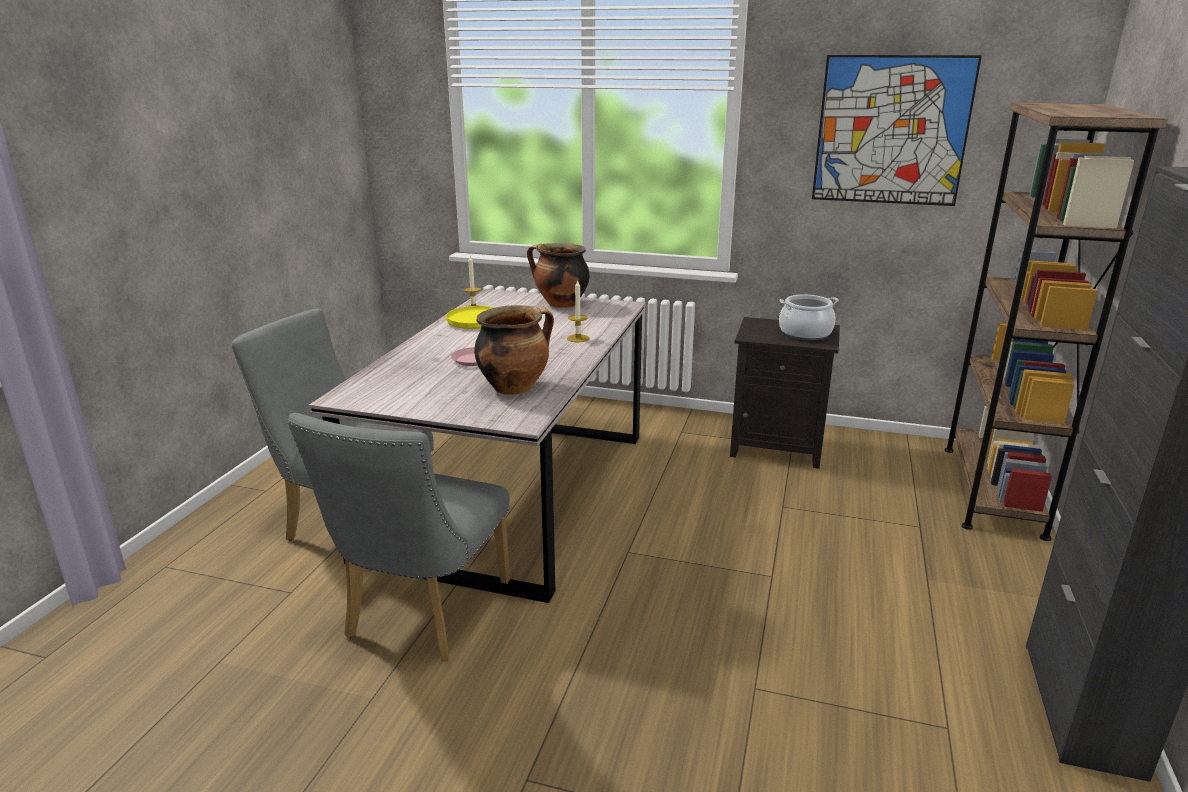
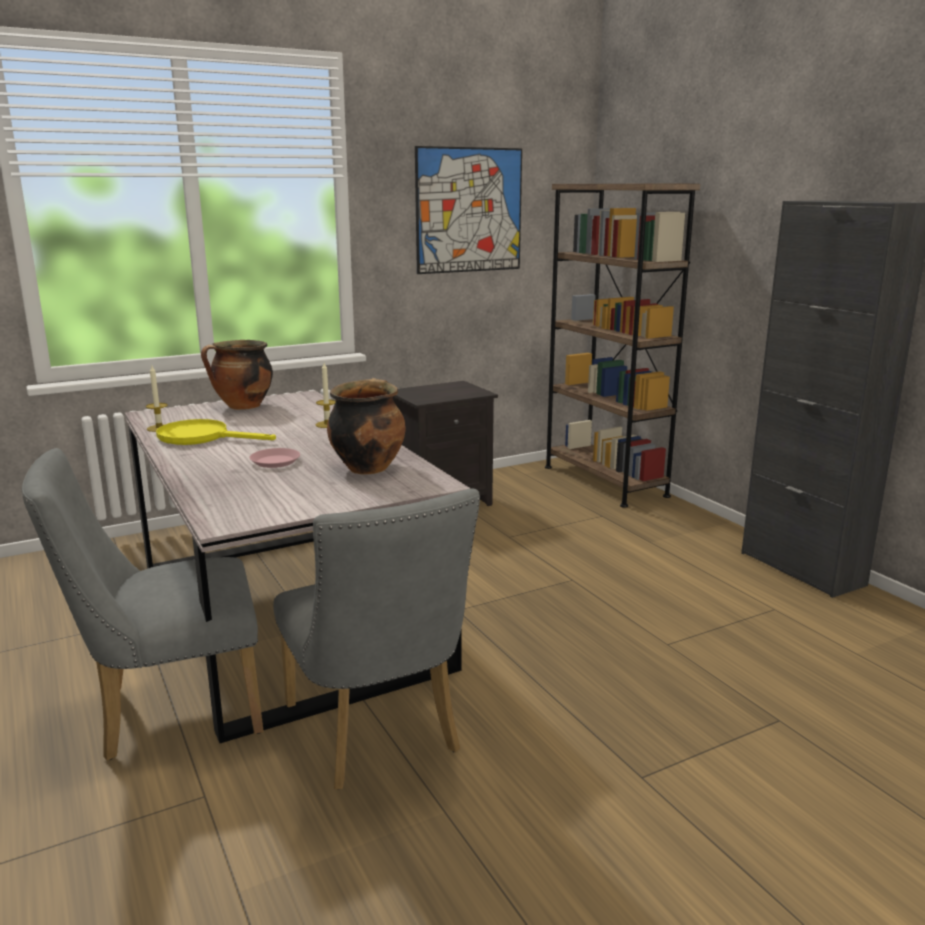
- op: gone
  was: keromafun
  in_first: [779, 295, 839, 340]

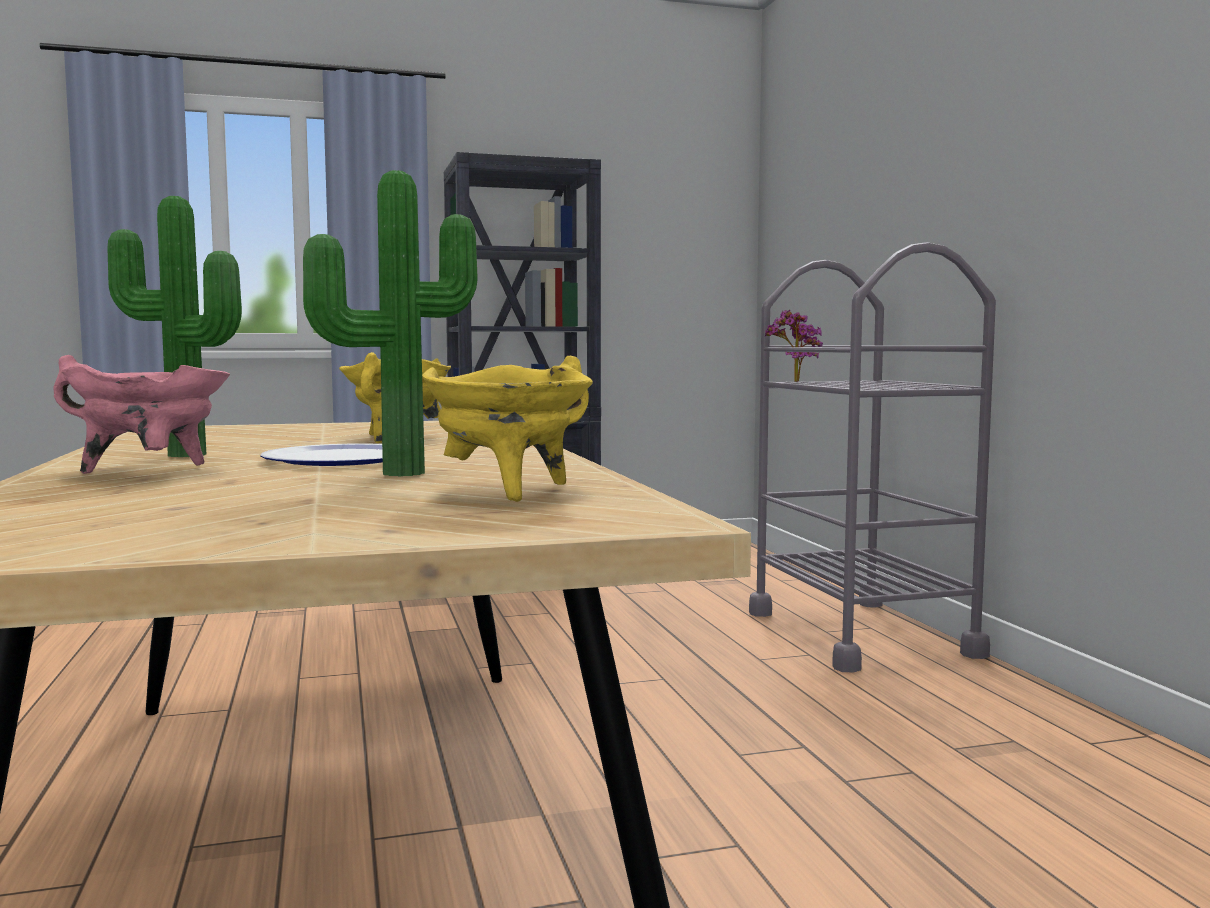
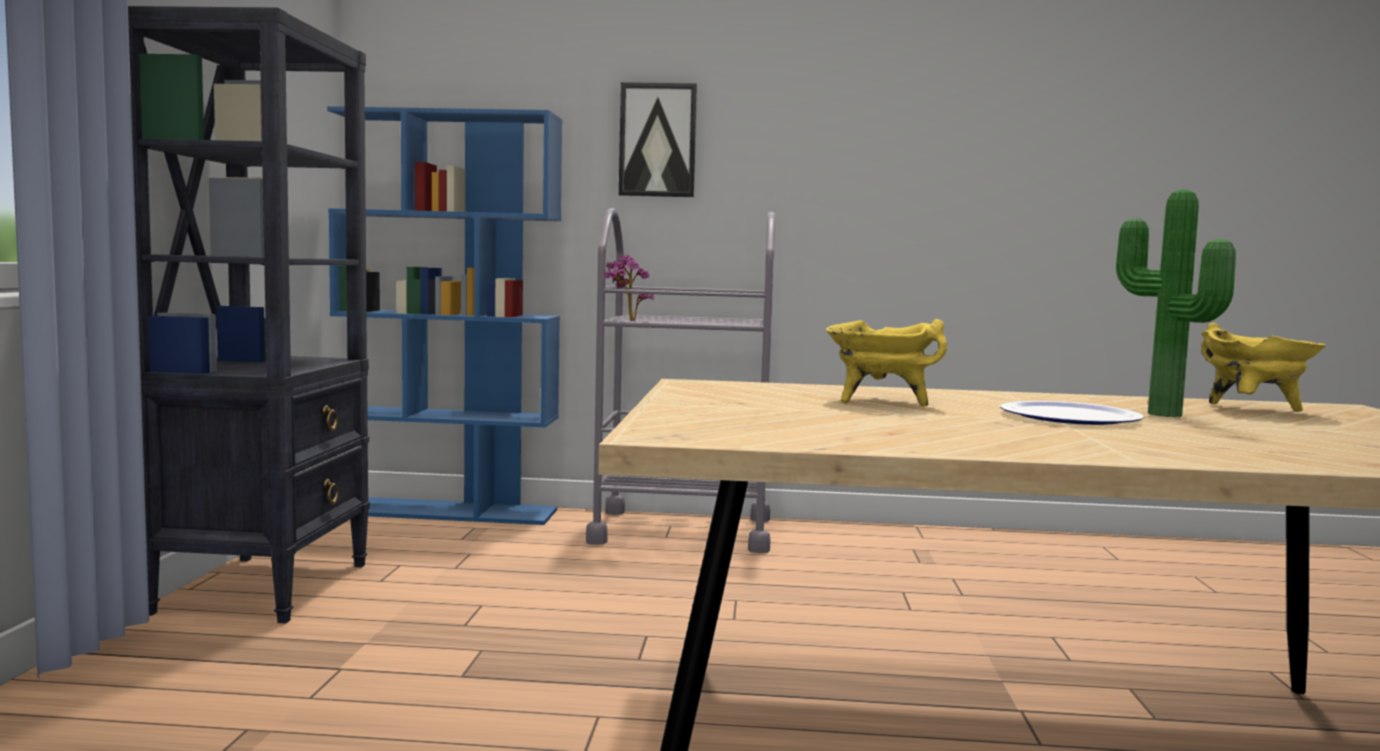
- op: gone
  was: pink_keromafun
  in_first: [54, 355, 230, 474]
- op: gone
  was: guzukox
  in_first: [107, 196, 242, 457]
- op: new
  now: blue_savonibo
  in_second: [327, 106, 562, 525]
- op: new
  now: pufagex
  in_second: [619, 82, 697, 197]

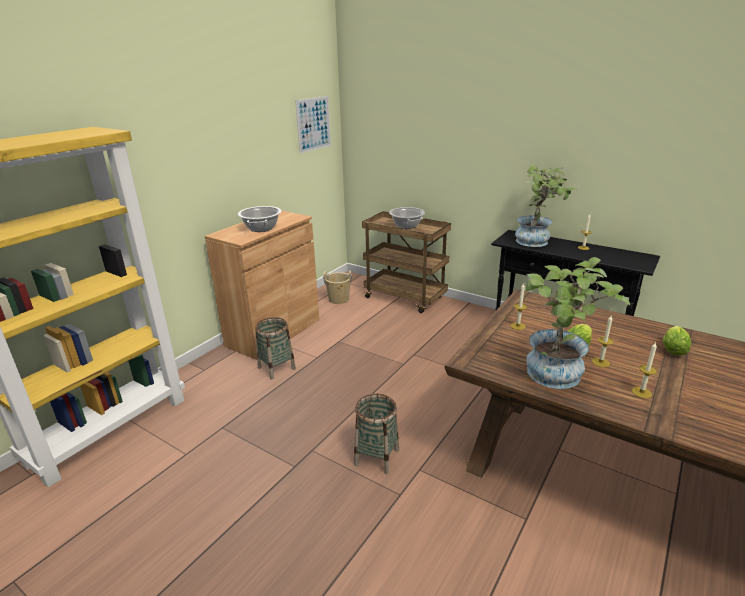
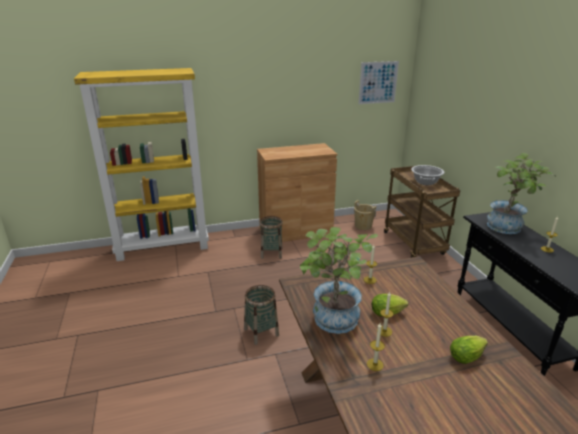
- op: gone
  was: keromafun
  in_first: [238, 206, 281, 232]

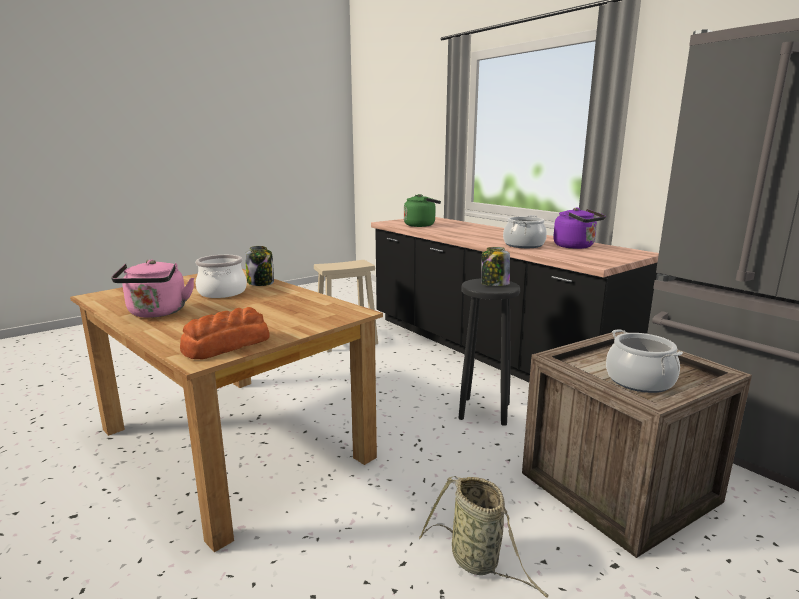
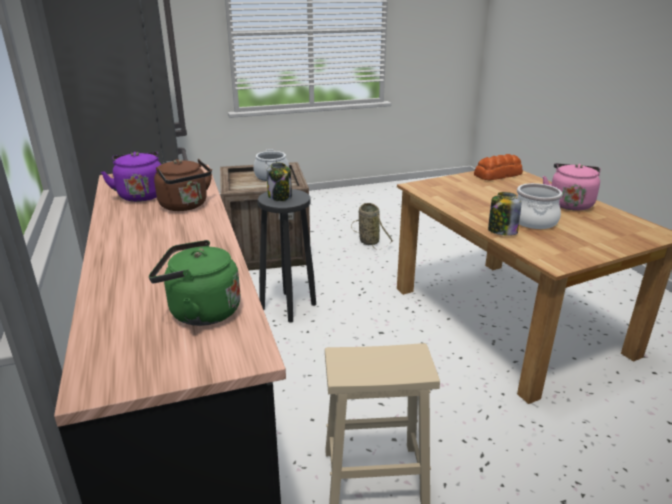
- op: swapped
  was: keromafun
  now: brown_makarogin
  in_first: [503, 215, 547, 248]
  in_second: [154, 159, 212, 211]

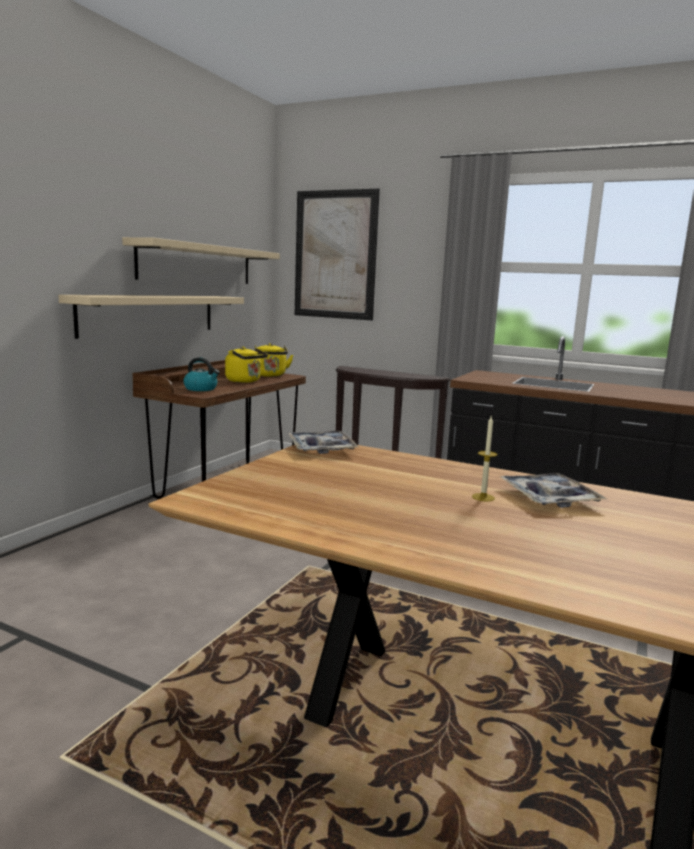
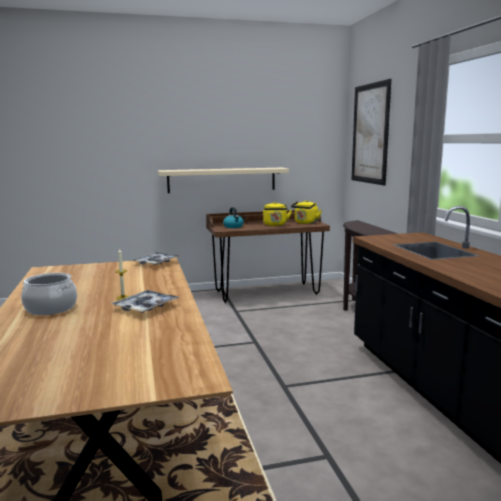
- op: gone
  was: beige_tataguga
  in_first: [122, 237, 280, 284]
- op: new
  now: keromafun
  in_second: [21, 273, 77, 315]

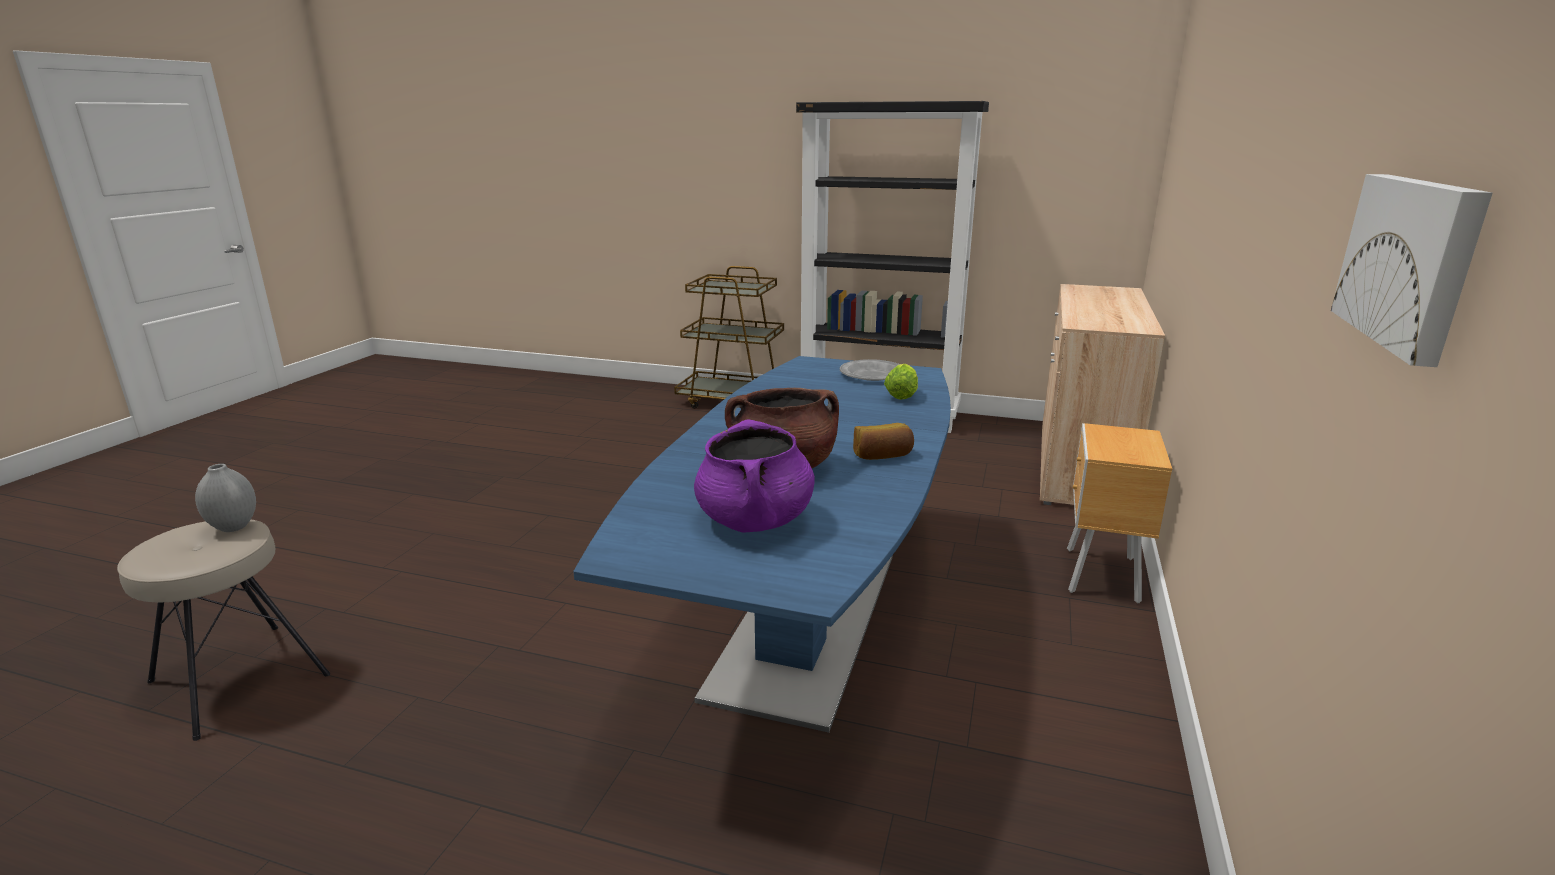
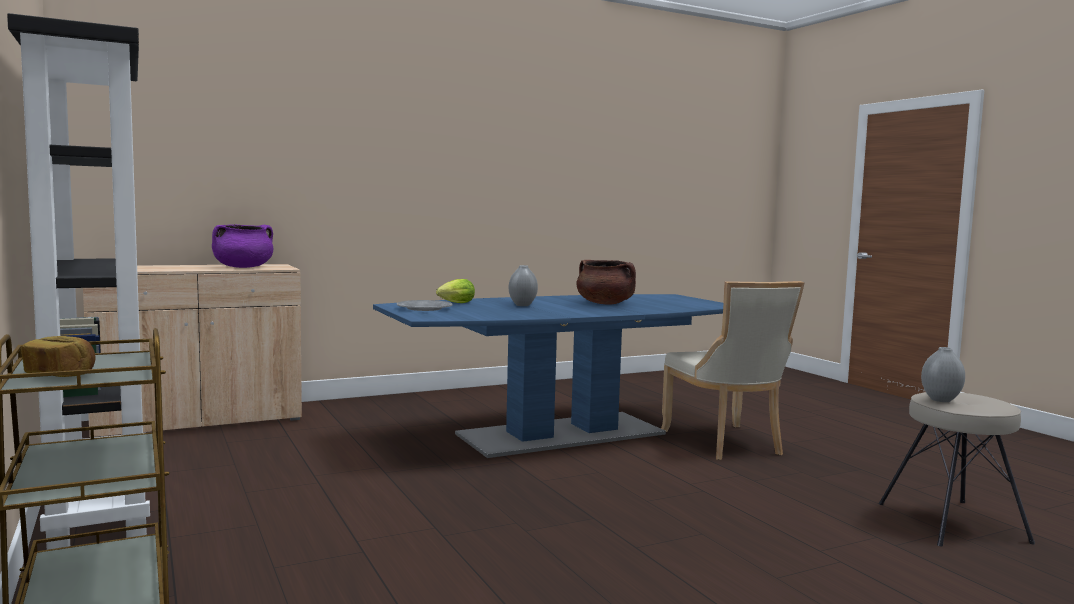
- op: shifted
  was: purple_keromafun
  in_first: [694, 419, 815, 532]
  in_second: [212, 224, 273, 268]
- op: shifted
  was: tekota
  in_first: [853, 423, 914, 460]
  in_second: [21, 336, 95, 377]
- op: gone
  was: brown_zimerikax
  in_first: [1067, 423, 1172, 603]
- op: gone
  was: pufagex
  in_first: [1331, 174, 1493, 367]
- op: new
  now: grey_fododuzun
  in_second: [509, 265, 538, 306]
- op: new
  now: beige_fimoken
  in_second: [661, 281, 804, 460]

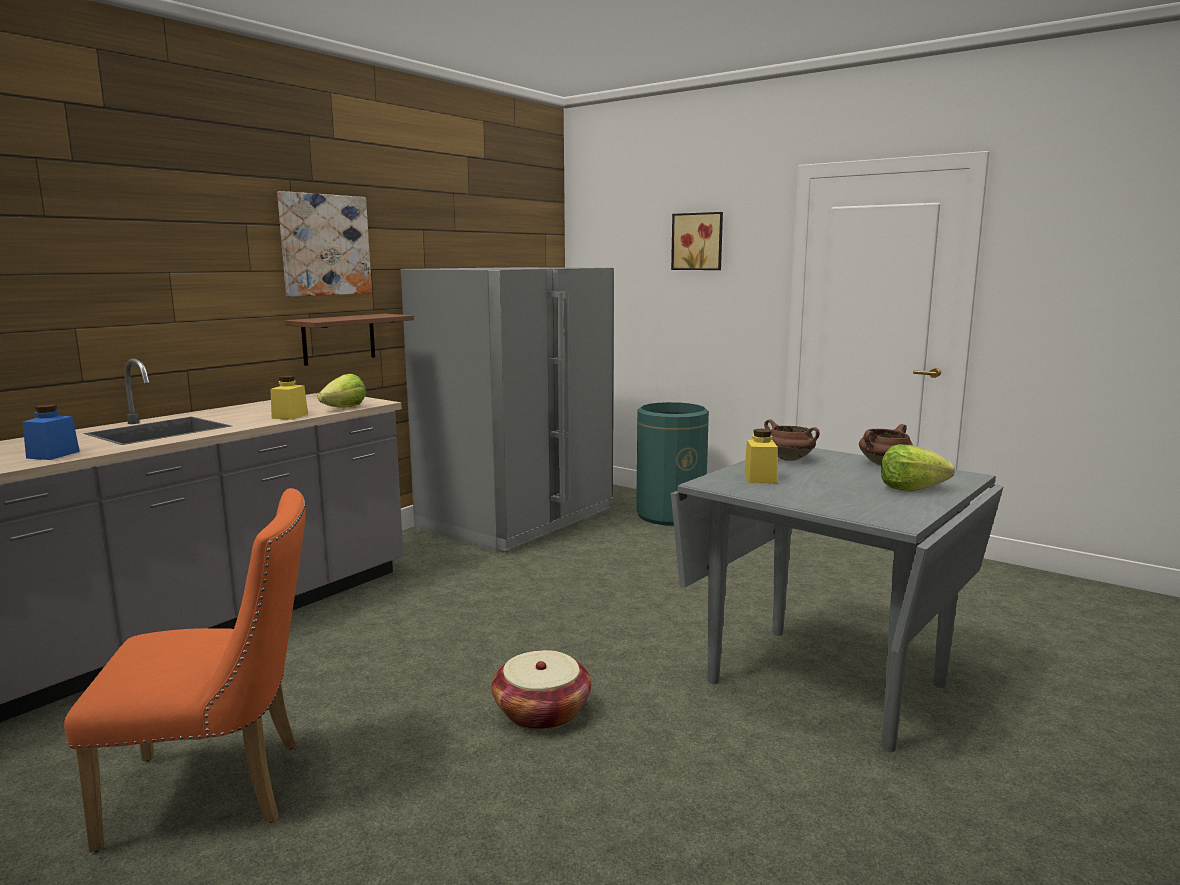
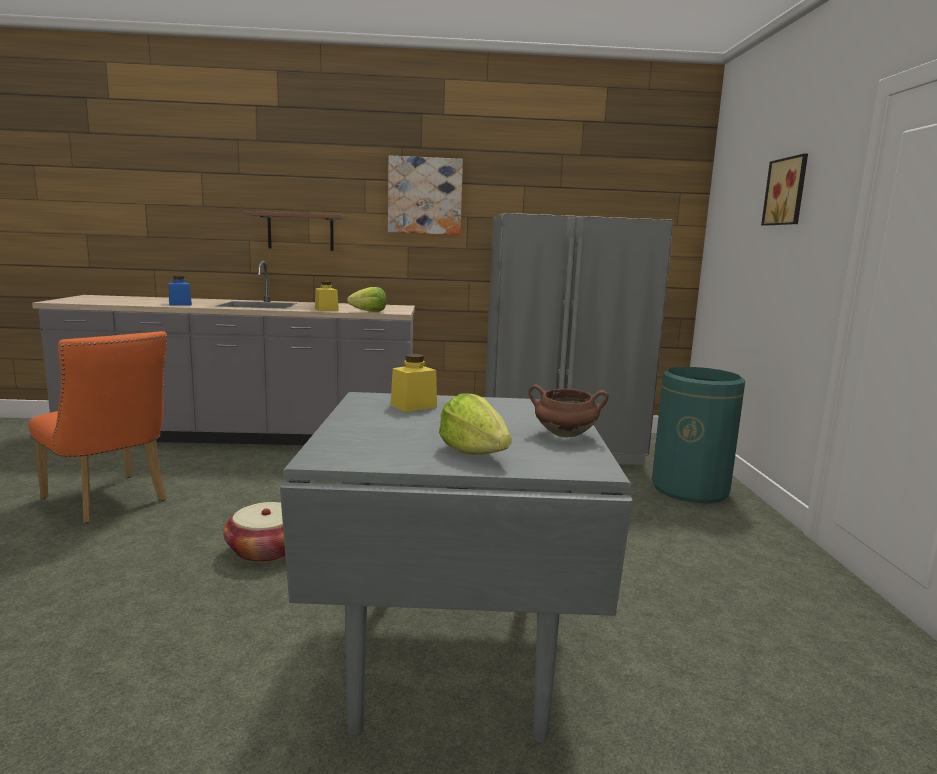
- op: shifted
  was: brown_tataguga
  in_first: [285, 314, 414, 366]
  in_second: [244, 211, 346, 251]
- op: gone
  was: brown_keromafun
  in_first: [764, 419, 820, 461]

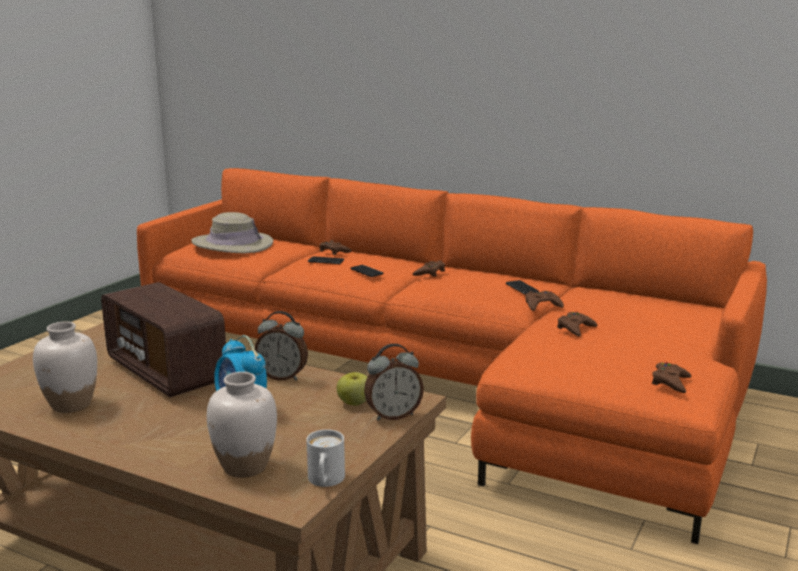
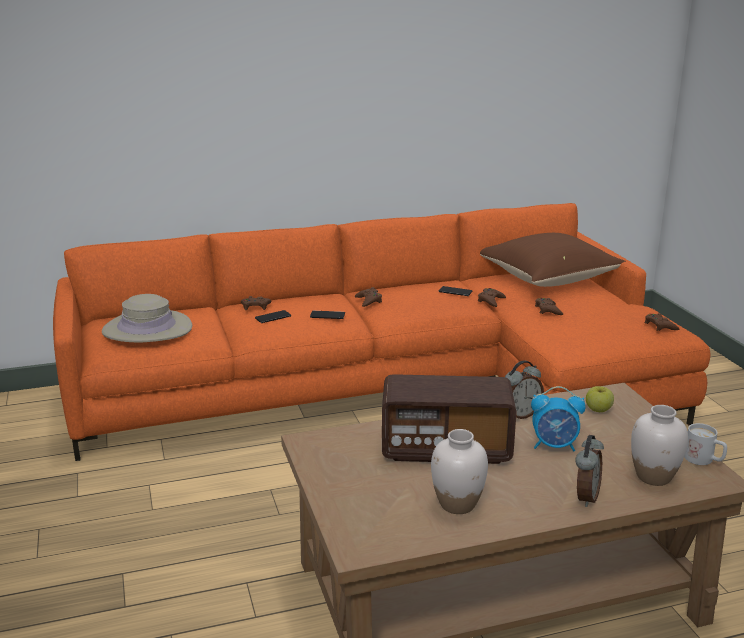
- op: shifted
  was: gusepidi
  in_first: [364, 344, 424, 421]
  in_second: [575, 435, 604, 507]
- op: new
  now: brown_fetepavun
  in_second: [480, 233, 626, 287]

